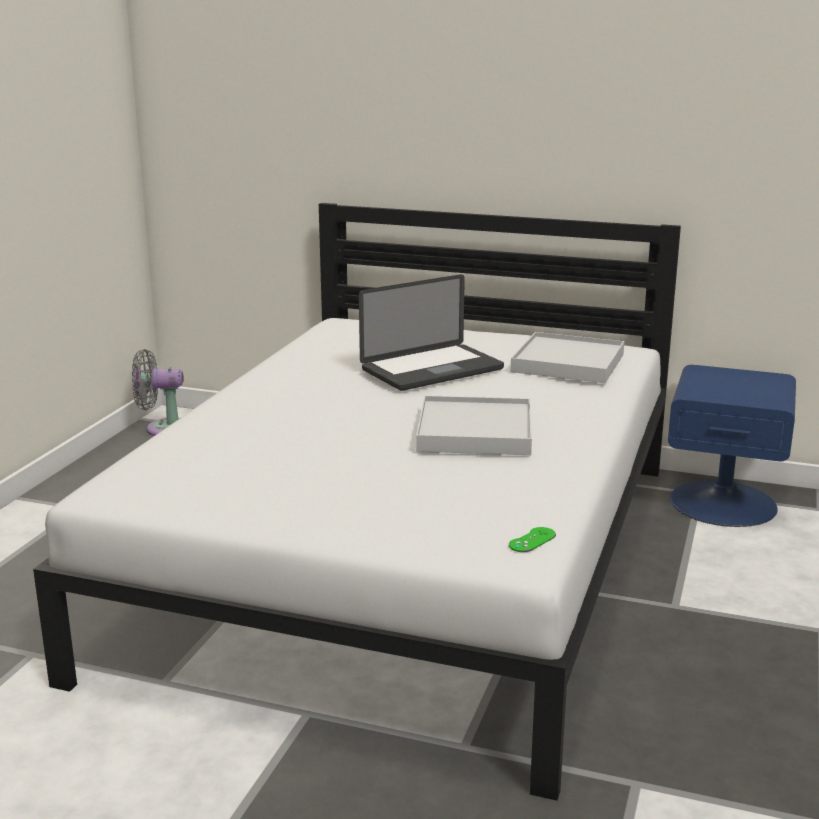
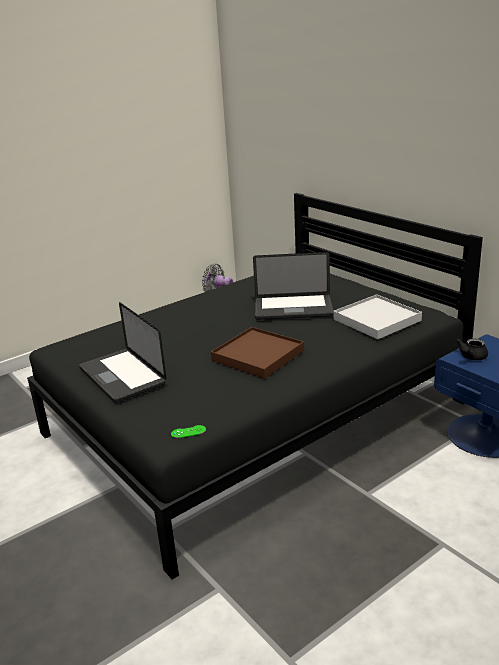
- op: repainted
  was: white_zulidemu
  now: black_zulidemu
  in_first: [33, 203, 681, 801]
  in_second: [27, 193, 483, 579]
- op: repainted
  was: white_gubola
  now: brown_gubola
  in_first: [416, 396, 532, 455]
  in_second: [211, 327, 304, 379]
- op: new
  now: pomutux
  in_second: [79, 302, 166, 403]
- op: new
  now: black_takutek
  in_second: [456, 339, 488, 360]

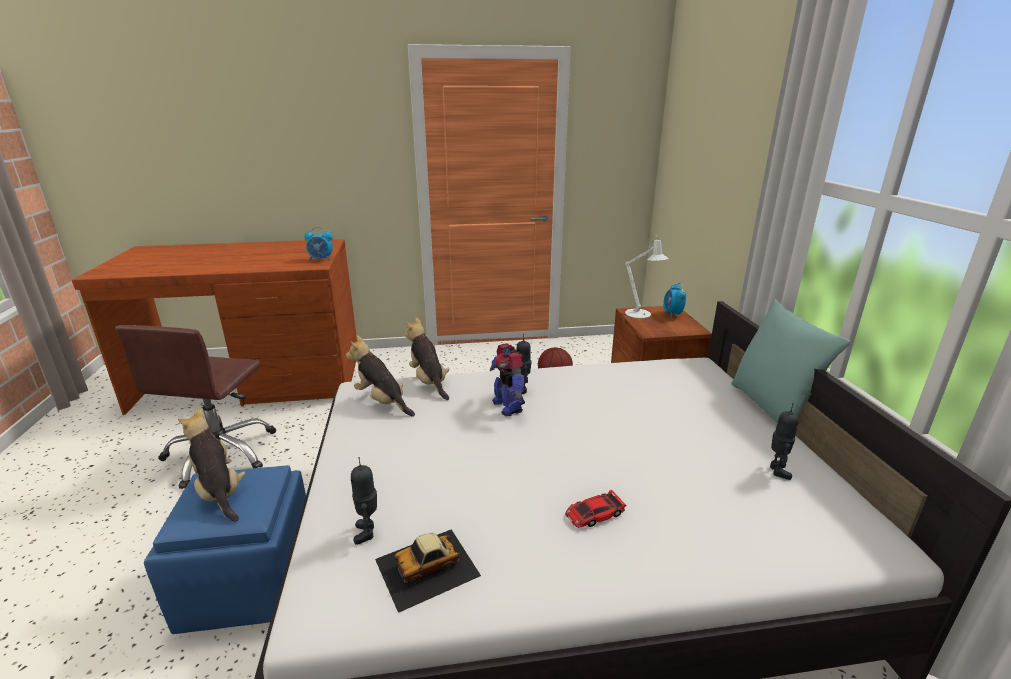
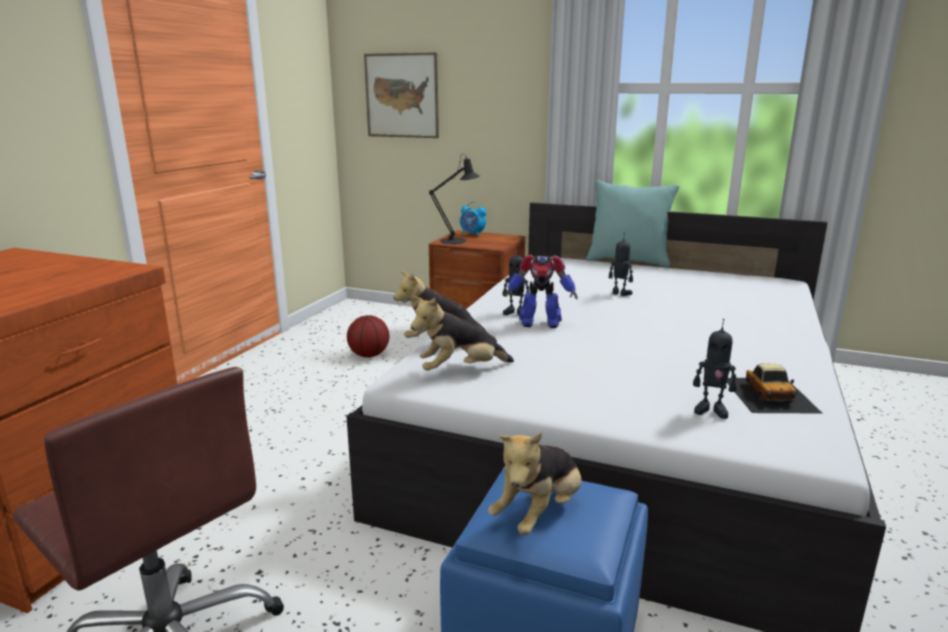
- op: rotated
  was: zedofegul
  in_first: [178, 408, 246, 522]
  in_second: [488, 432, 582, 535]
  clockwise: -45
- op: gone
  was: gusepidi
  in_first: [305, 227, 333, 261]
- op: gone
  was: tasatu
  in_first: [565, 490, 626, 528]
- op: repainted
  was: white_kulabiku
  now: black_kulabiku
  in_first: [625, 234, 669, 318]
  in_second: [429, 154, 480, 244]
- op: shifted
  was: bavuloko
  in_first: [770, 403, 799, 480]
  in_second: [609, 233, 633, 296]
- op: new
  now: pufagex
  in_second: [364, 52, 439, 138]

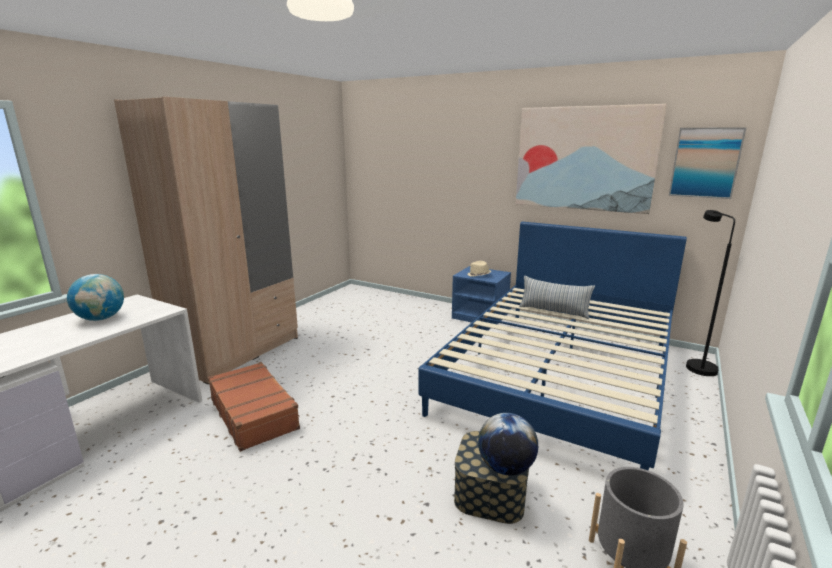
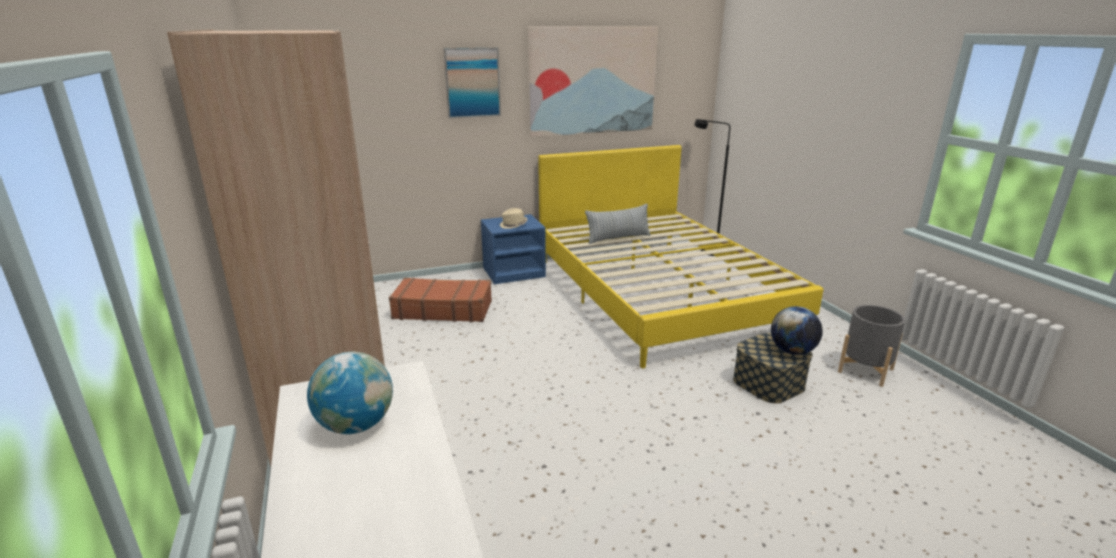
- op: shifted
  was: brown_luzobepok
  in_first: [208, 362, 300, 452]
  in_second: [389, 278, 492, 322]
- op: repainted
  was: blue_zulidemu
  now: yellow_zulidemu
  in_first: [418, 222, 687, 471]
  in_second: [538, 145, 823, 369]
- op: shifted
  was: pufagex
  in_first: [669, 127, 747, 199]
  in_second: [443, 48, 501, 119]

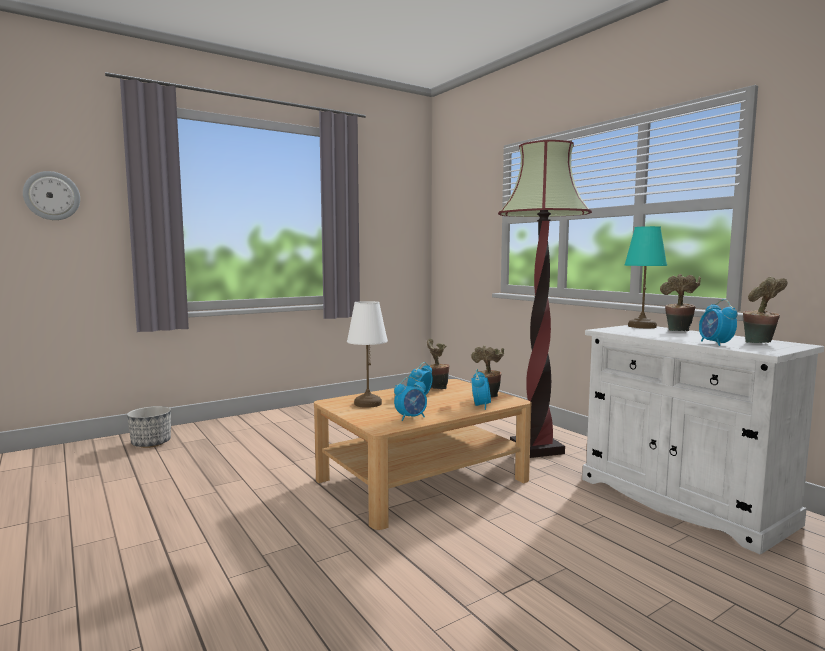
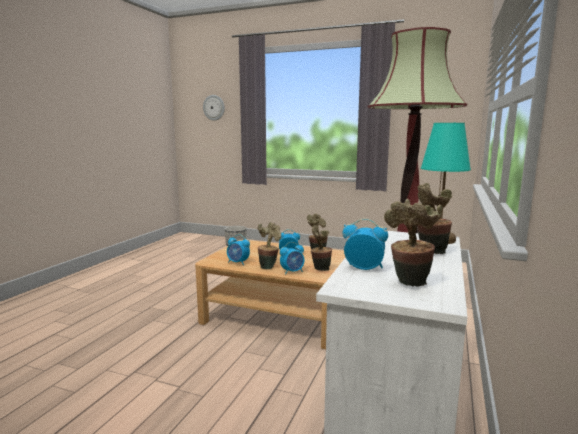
- op: gone
  was: white_kulabiku
  in_first: [347, 301, 388, 408]
- op: rotated
  was: gusepidi
  in_first: [699, 299, 738, 346]
  in_second: [343, 219, 388, 270]
  clockwise: 60
- op: new
  now: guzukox
  in_second: [258, 222, 281, 269]

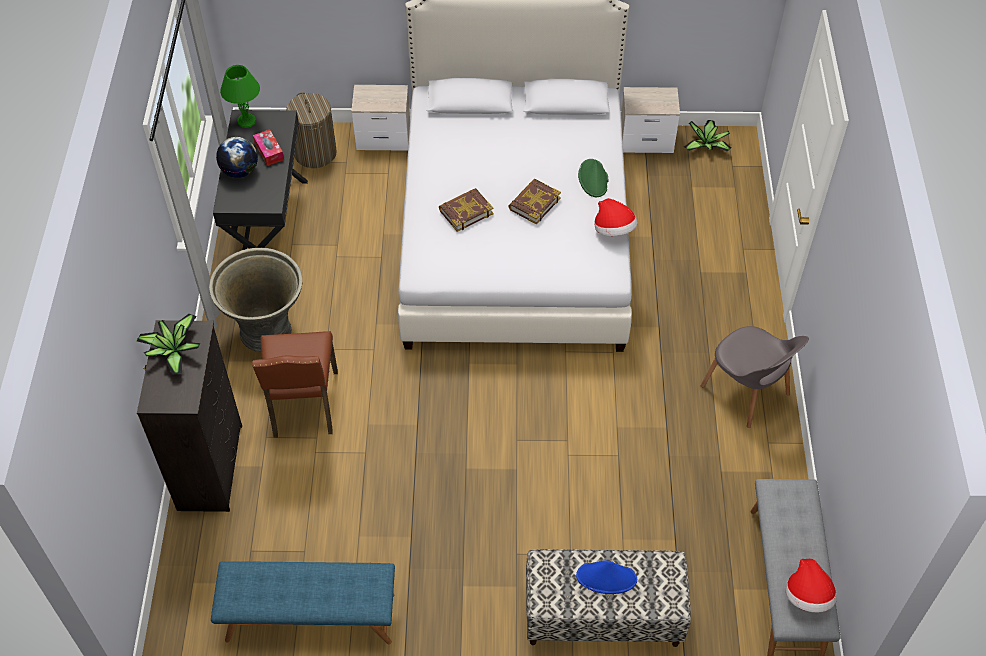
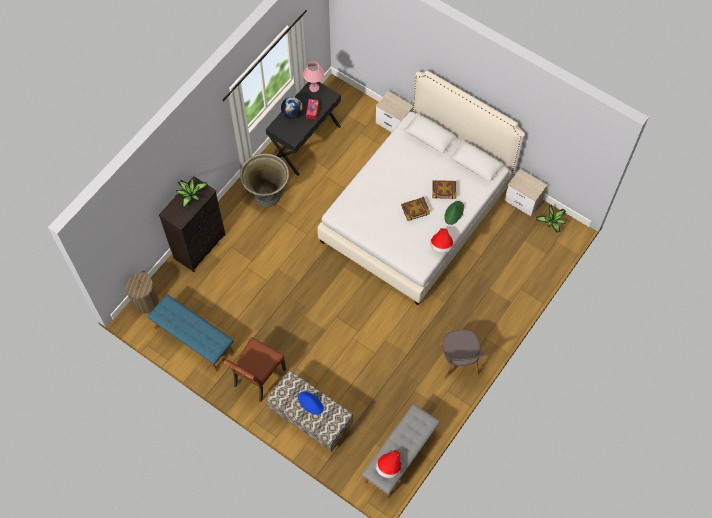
- op: repainted
  was: green_kulabiku
  now: pink_kulabiku
  in_first: [220, 65, 260, 128]
  in_second: [303, 61, 324, 92]
- op: shifted
  was: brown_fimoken
  in_first: [252, 331, 338, 438]
  in_second: [223, 337, 286, 402]
- op: shifted
  was: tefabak
  in_first: [286, 92, 337, 168]
  in_second: [125, 271, 159, 313]
- op: shifted
  was: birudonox
  in_first: [439, 188, 494, 232]
  in_second: [432, 180, 457, 199]

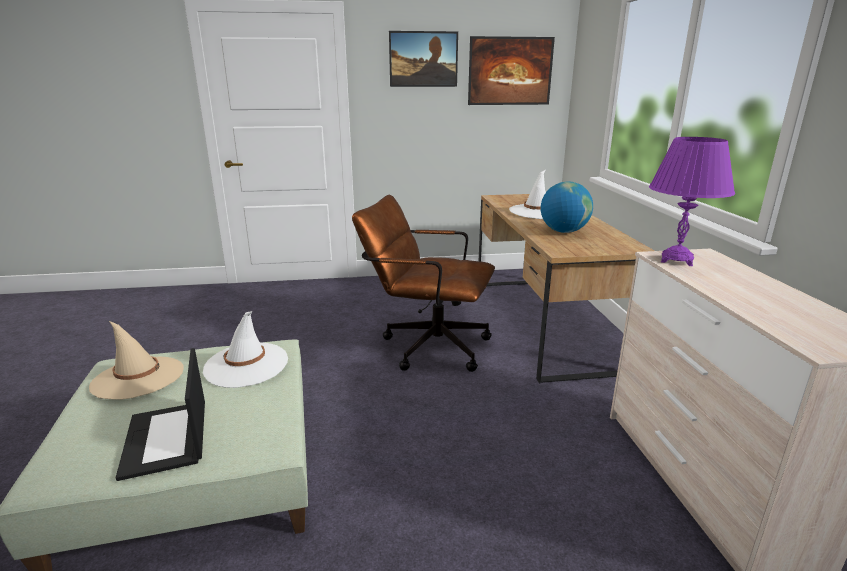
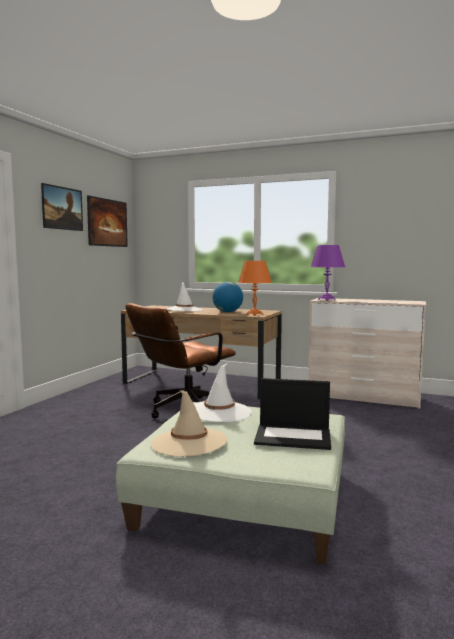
- op: new
  now: orange_kulabiku
  in_second: [238, 261, 272, 316]

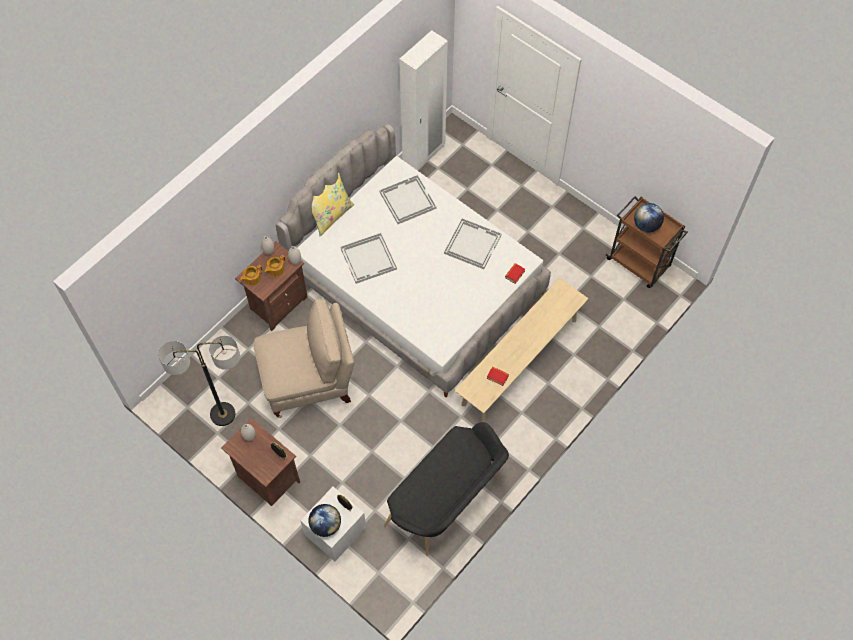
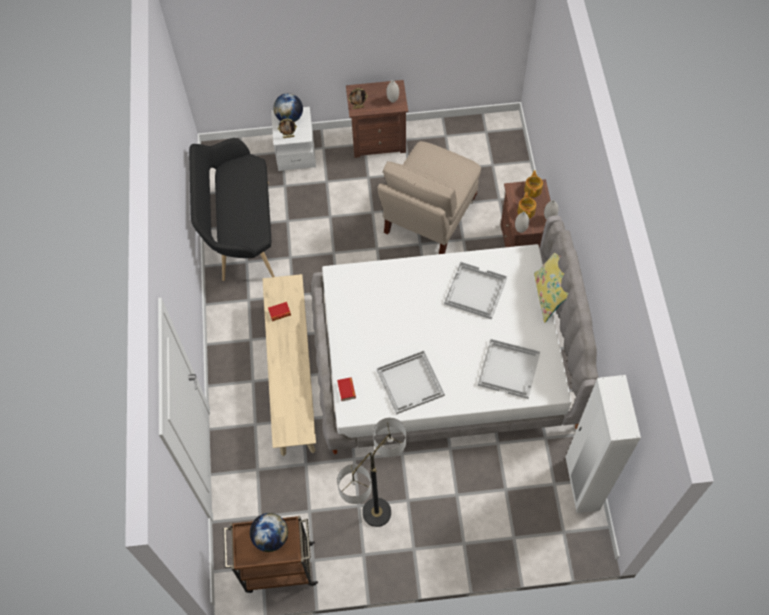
- op: shifted
  was: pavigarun
  in_first: [159, 336, 240, 426]
  in_second: [337, 418, 406, 527]

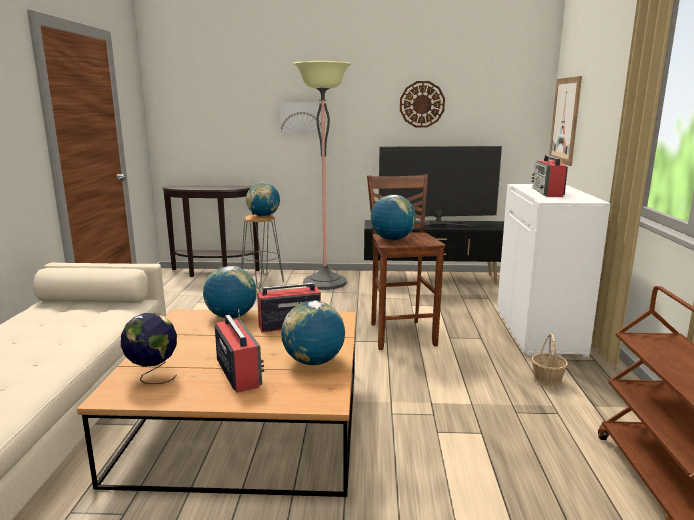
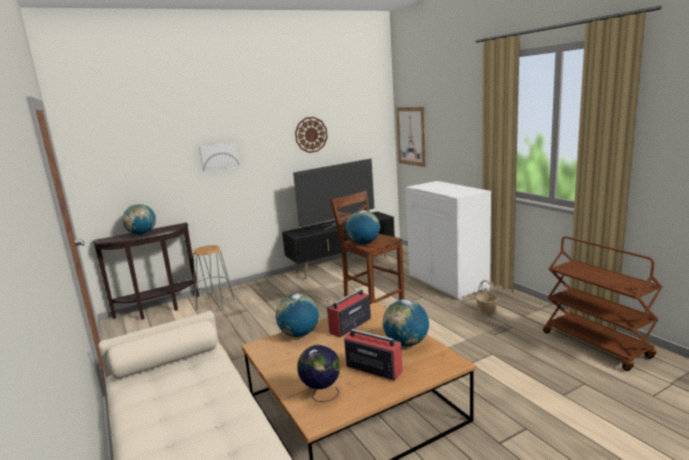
- op: shifted
  was: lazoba
  in_first: [246, 183, 280, 217]
  in_second: [122, 204, 156, 235]
- op: gone
  was: pavigarun
  in_first: [293, 61, 351, 290]
- op: gone
  was: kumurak
  in_first: [531, 155, 568, 197]

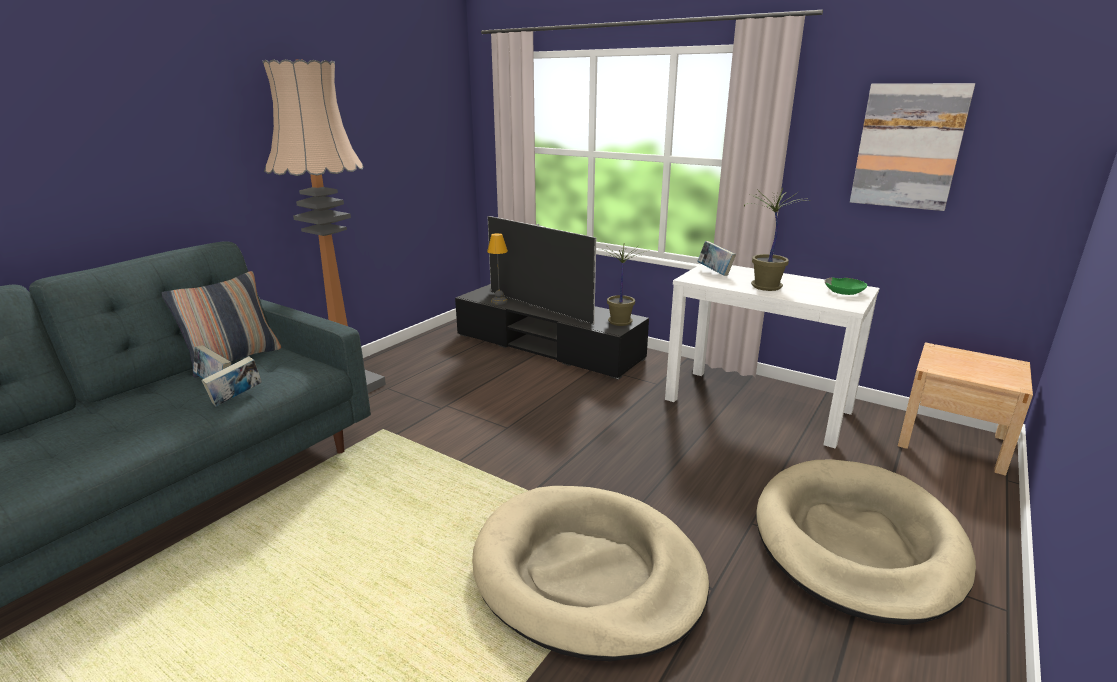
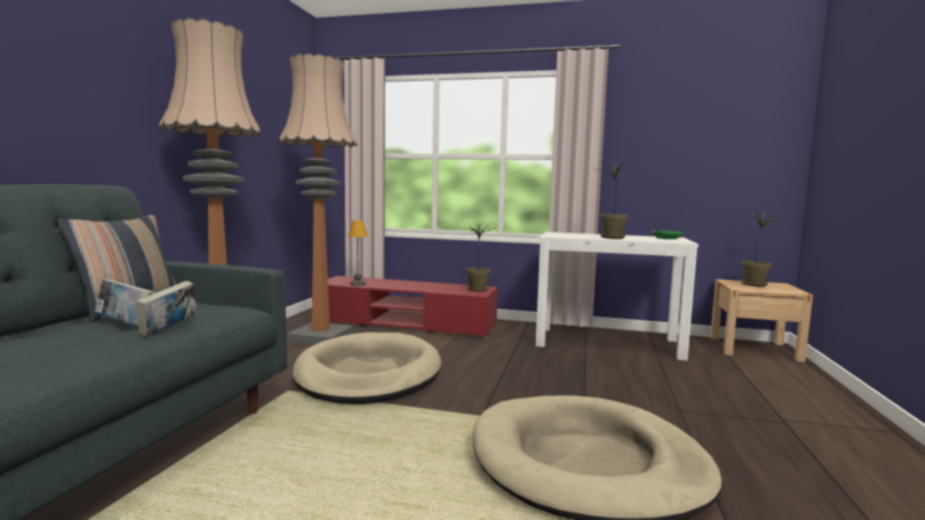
- op: repainted
  was: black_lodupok
  now: red_lodupok
  in_first: [455, 284, 649, 380]
  in_second: [312, 276, 498, 338]
- op: gone
  was: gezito
  in_first: [487, 216, 596, 325]
- op: gone
  was: birudonox
  in_first: [697, 241, 736, 276]
- op: shifted
  was: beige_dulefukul
  in_first: [756, 459, 976, 625]
  in_second: [292, 332, 441, 404]
- op: gone
  was: pufagex
  in_first: [850, 83, 975, 211]
- op: new
  now: pavigarun
  in_second: [278, 53, 357, 344]
- op: new
  now: guzukox
  in_second: [735, 212, 791, 287]

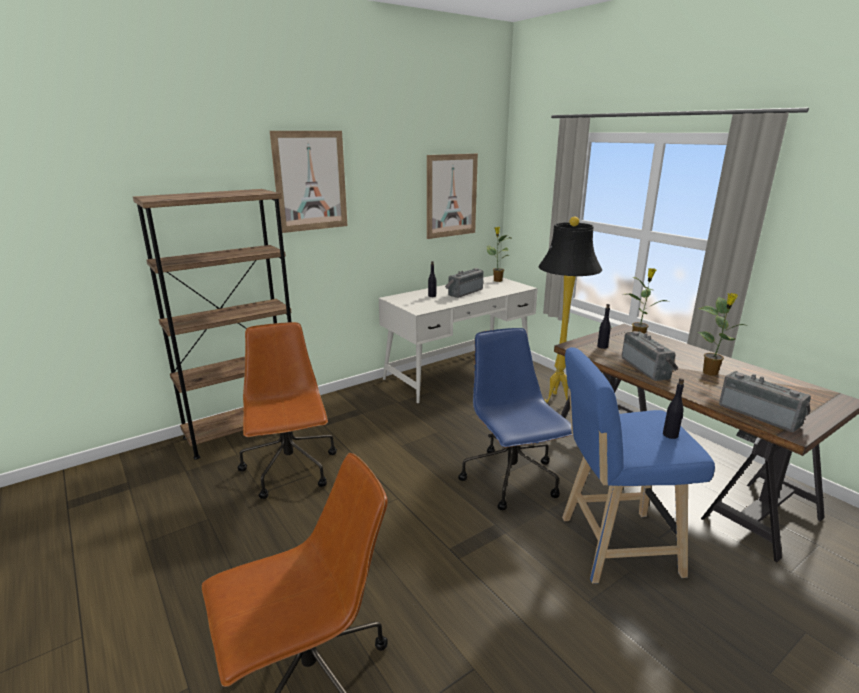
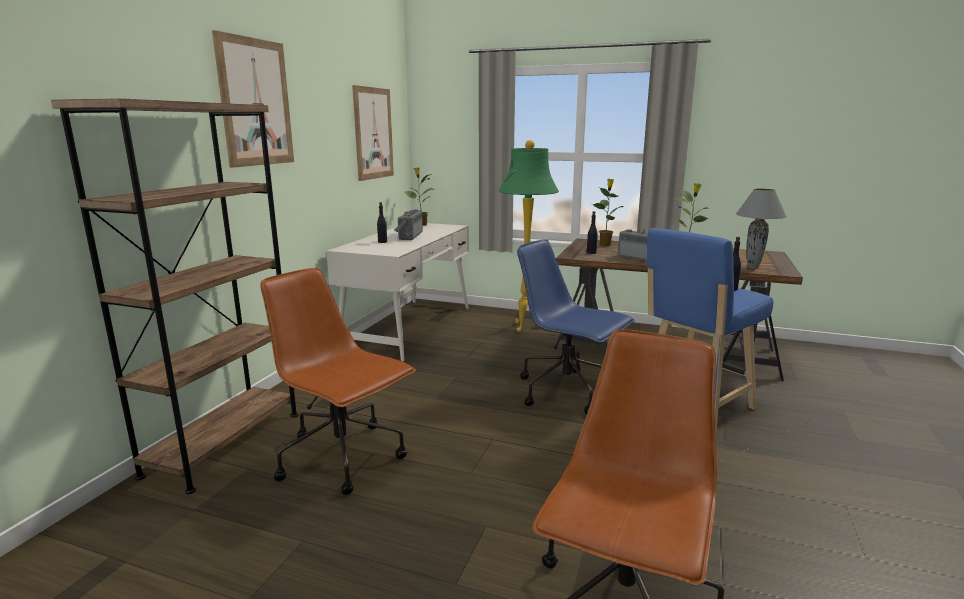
- op: repainted
  was: black_pavigarun
  now: green_pavigarun
  in_first: [538, 216, 602, 403]
  in_second: [499, 140, 559, 332]
- op: swapped
  was: kumurak
  now: grey_kulabiku
  in_first: [719, 371, 811, 432]
  in_second: [736, 189, 787, 269]

